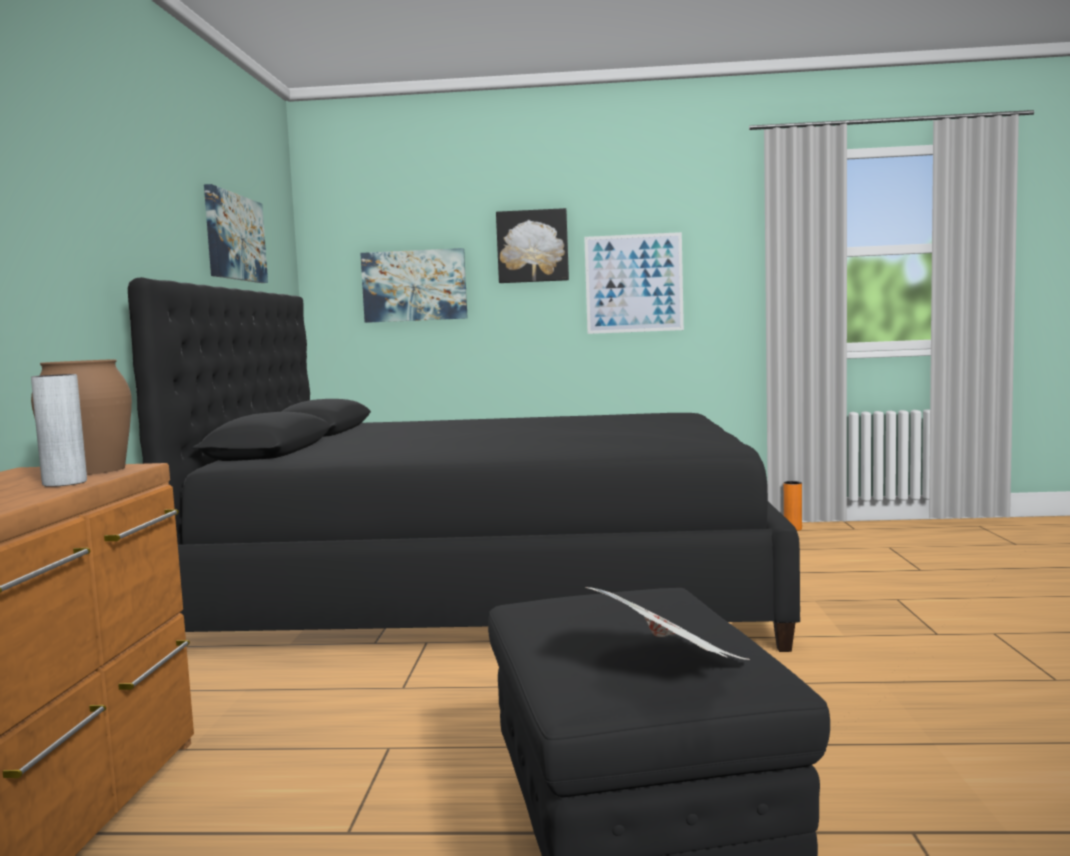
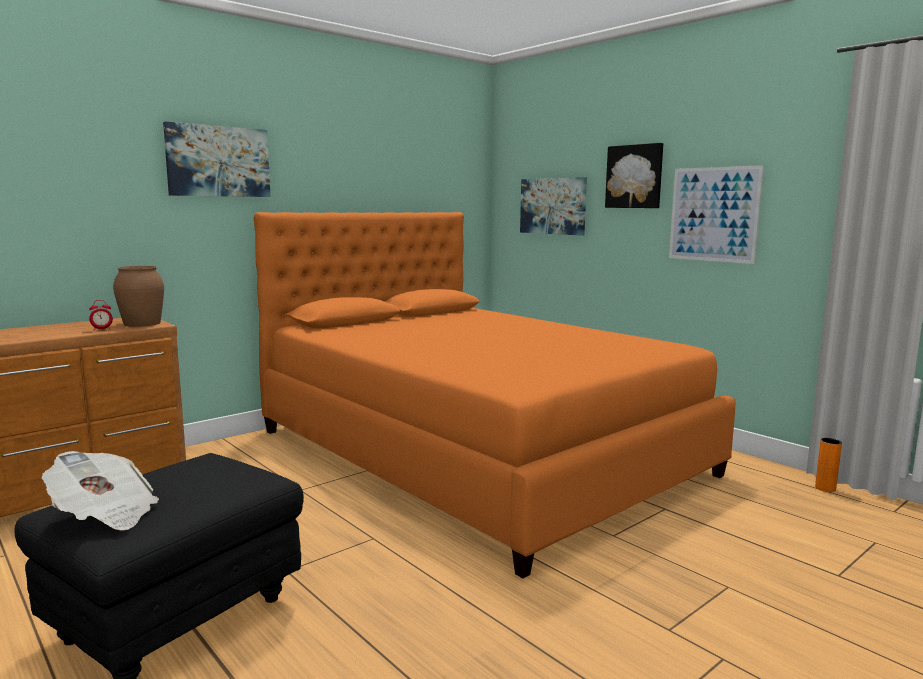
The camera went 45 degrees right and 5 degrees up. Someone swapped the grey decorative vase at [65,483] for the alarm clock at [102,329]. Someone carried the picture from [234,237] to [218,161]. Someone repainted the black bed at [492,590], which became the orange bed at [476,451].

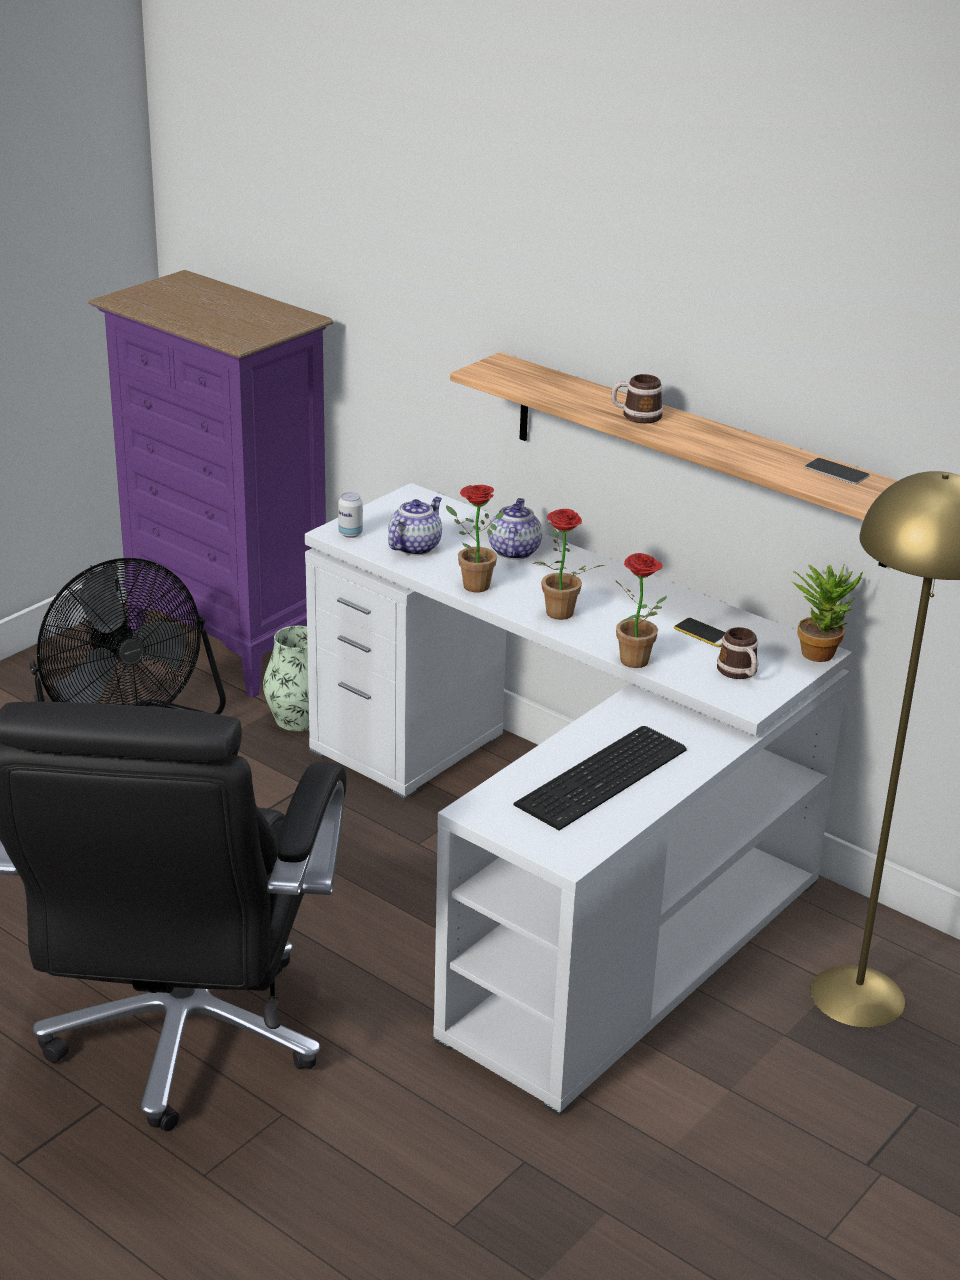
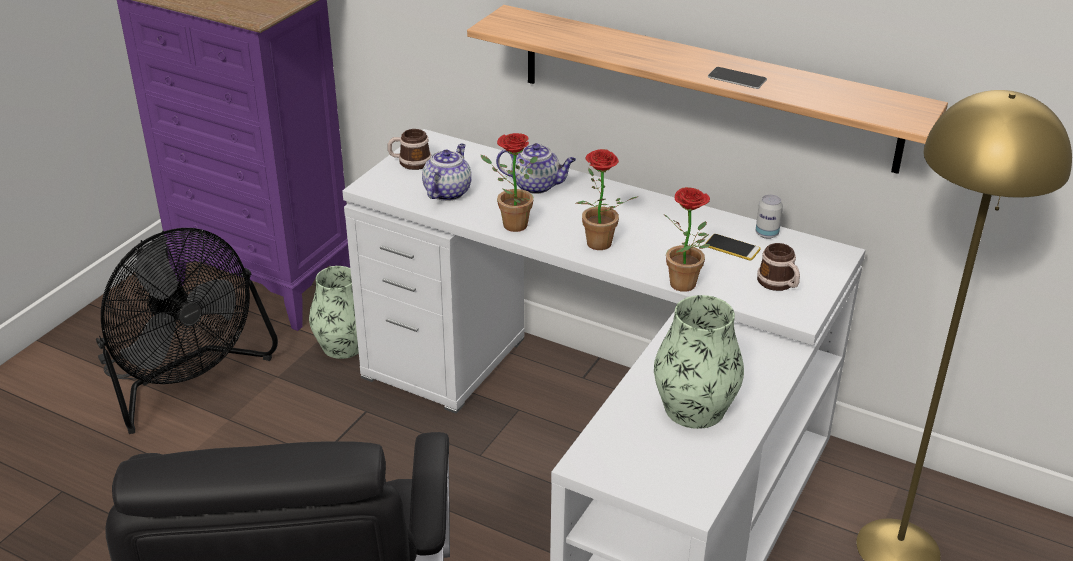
The camera went 10 degrees left and 5 degrees up. Someone carried the tea mug from [636,415] to [410,162]. Someone rotated the teapot at [513,551] by 105 degrees clockwise. Someone swapped the PC keyboard at [606,777] for the decorative vase at [694,408]. Someone carried the phone from [836,471] to [737,78]. Someone carried the can from [350,534] to [766,234]. Someone took away the houseplant at [820,651].

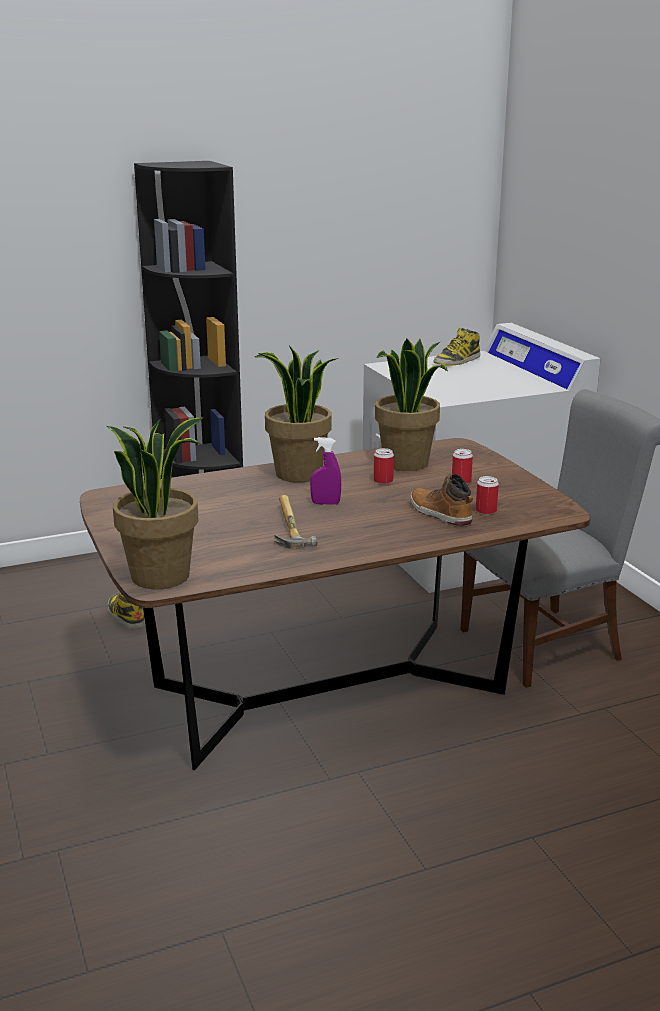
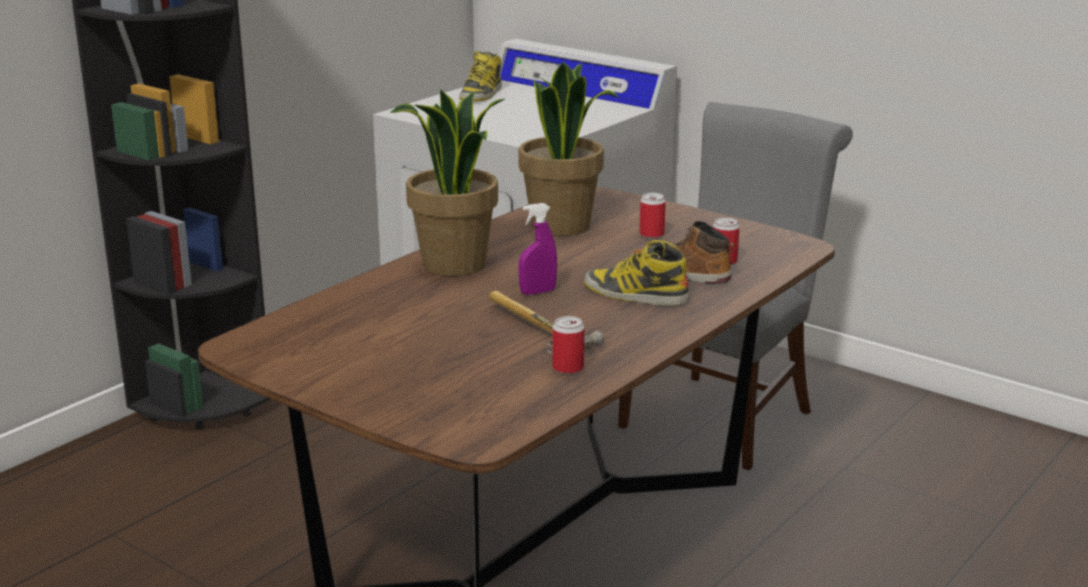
The camera went 30 degrees left and 0 degrees up. Someone carried the can from [383,481] to [568,368]. Someone carried the tall boot from [125,616] to [635,295]. Someone took away the houseplant at [161,576].

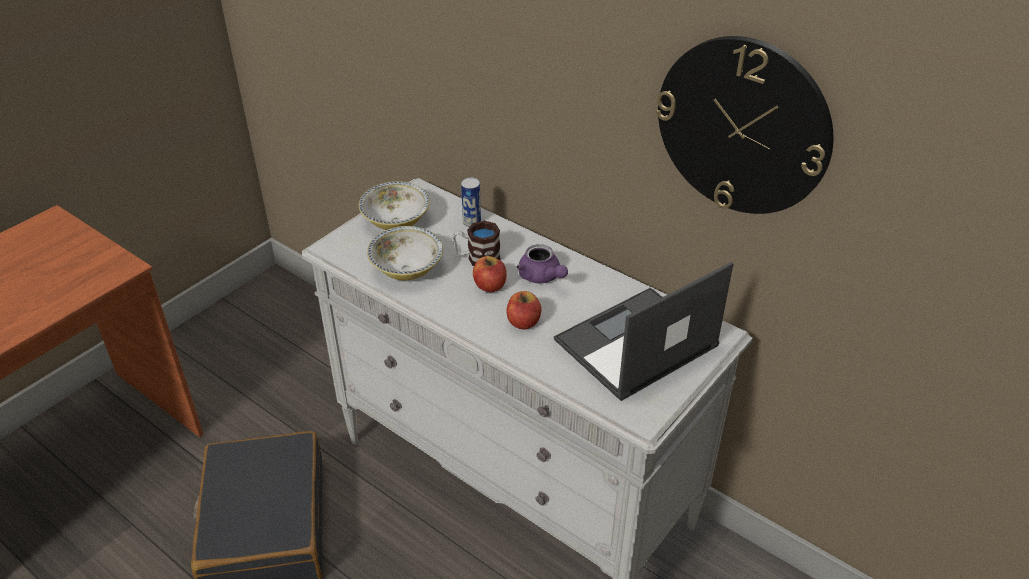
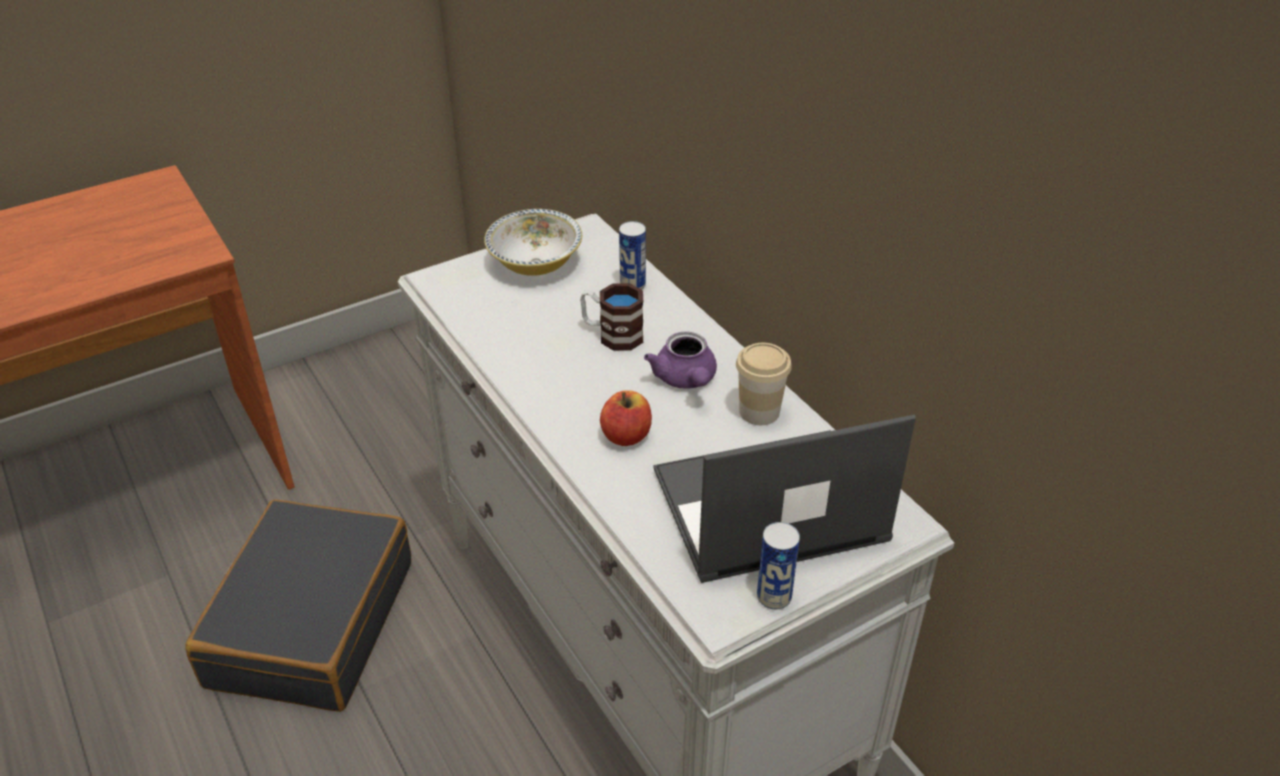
The camera went 20 degrees right and 0 degrees up. Someone put down the drinking cup at [759,411]. Someone put down the can at [774,597]. Someone took away the bowl at [407,269]. Someone took away the whole apple at [490,286]. Someone took away the hanging clock at [743,126].

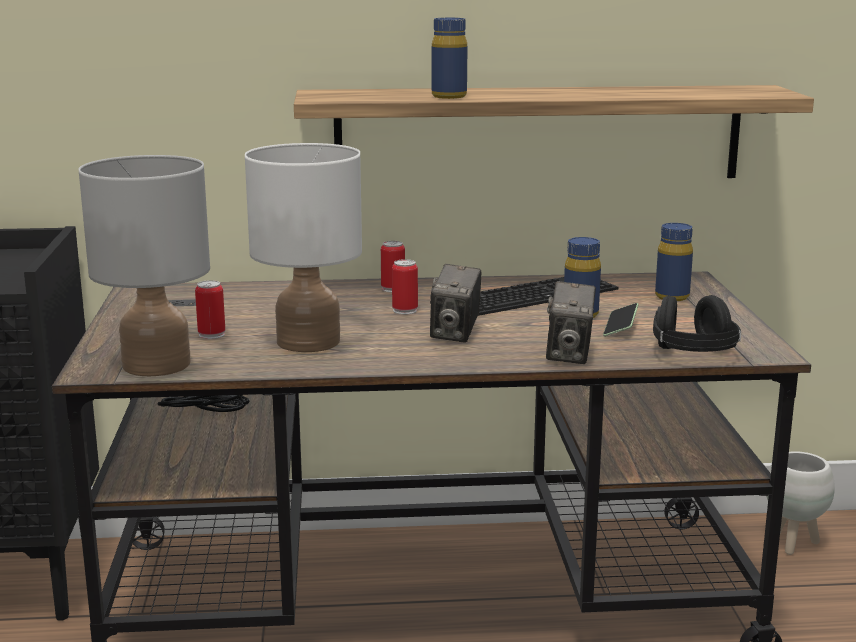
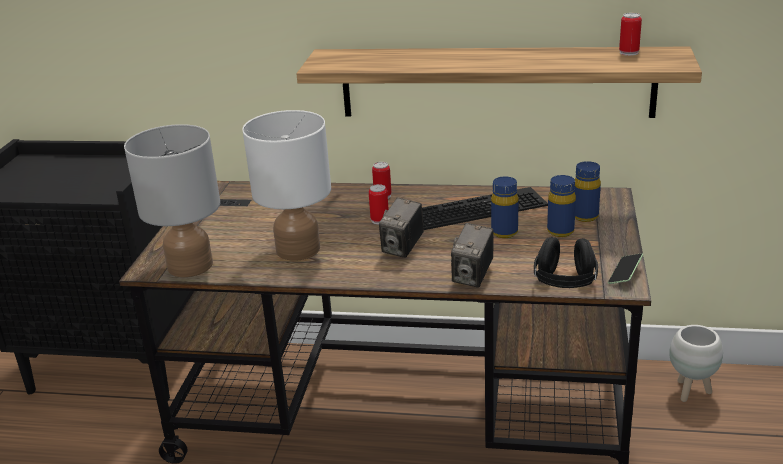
The camera went 15 degrees right and 10 degrees up. Someone carried the blue beverage bottle from [449,96] to [560,231]. Someone carried the phone from [620,328] to [625,275]. Someone carried the can from [211,334] to [629,52].

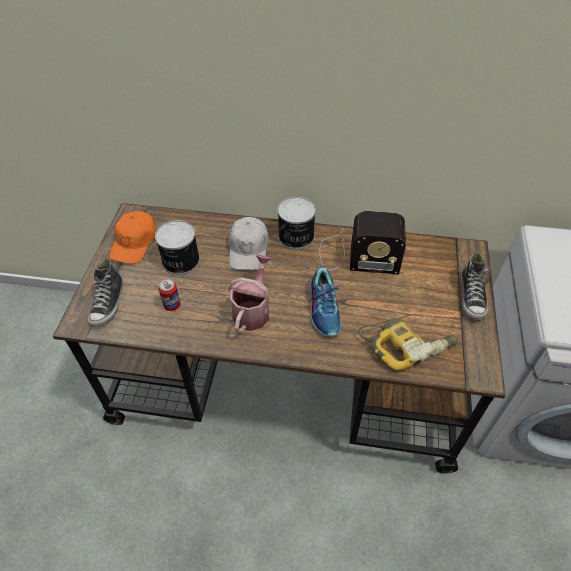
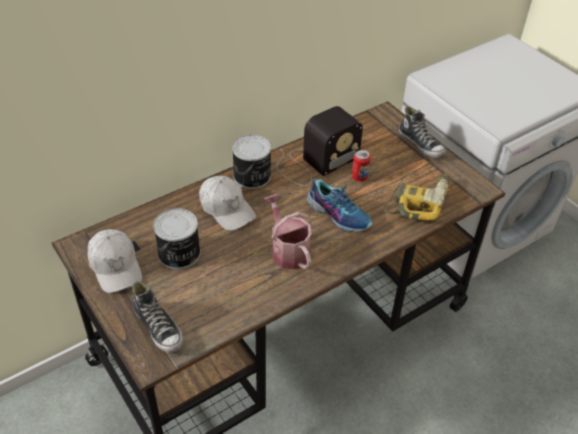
The camera went 45 degrees left and 5 degrees down. Someone repainted the orange cap at [135,243], which became the white cap at [115,266]. Someone carried the can from [172,305] to [359,177].

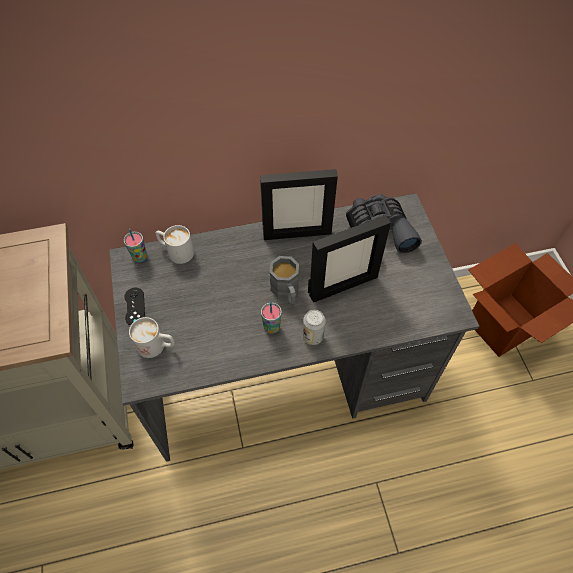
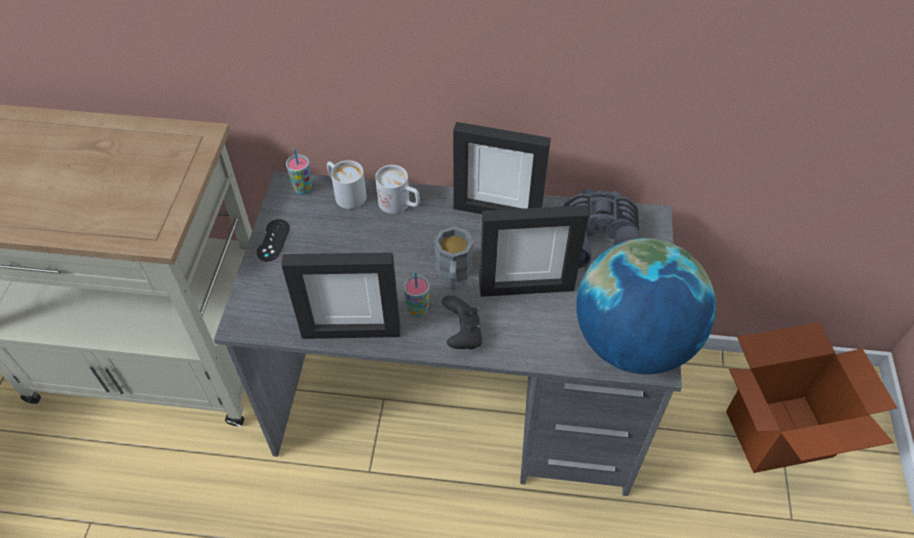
The camera went 20 degrees right and 5 degrees down. Someone put down the picture frame at [351,330]. Someone carried the white tea mug from [157,346] to [400,204]. Someone swapped the can at [313,336] for the black gamepad at [462,335]. Someone put down the world globe at [632,342].

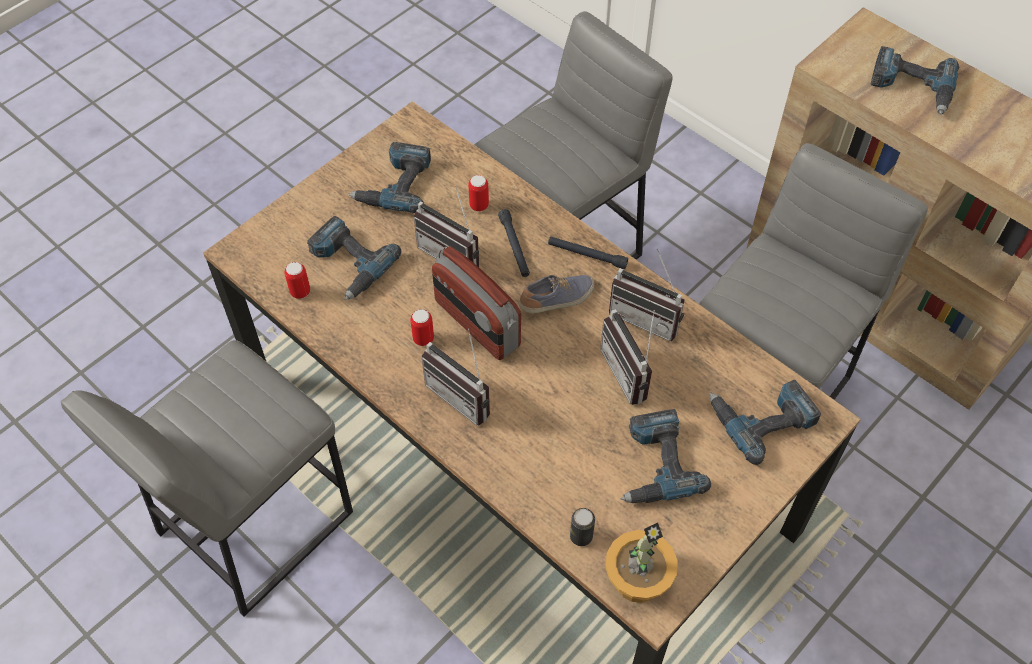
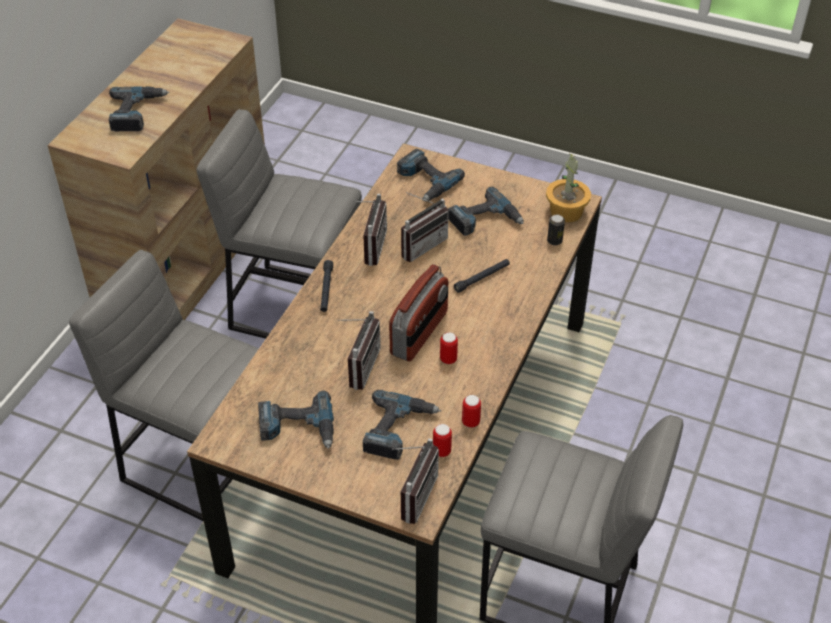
The camera went 110 degrees left and 10 degrees down. Someone carried the radio set from [464,395] to [412,495]. Someone carried the black torch from [514,247] to [482,278]. Someone carried the can from [479,205] to [470,422]. Someone took away the shoe at [557,300].

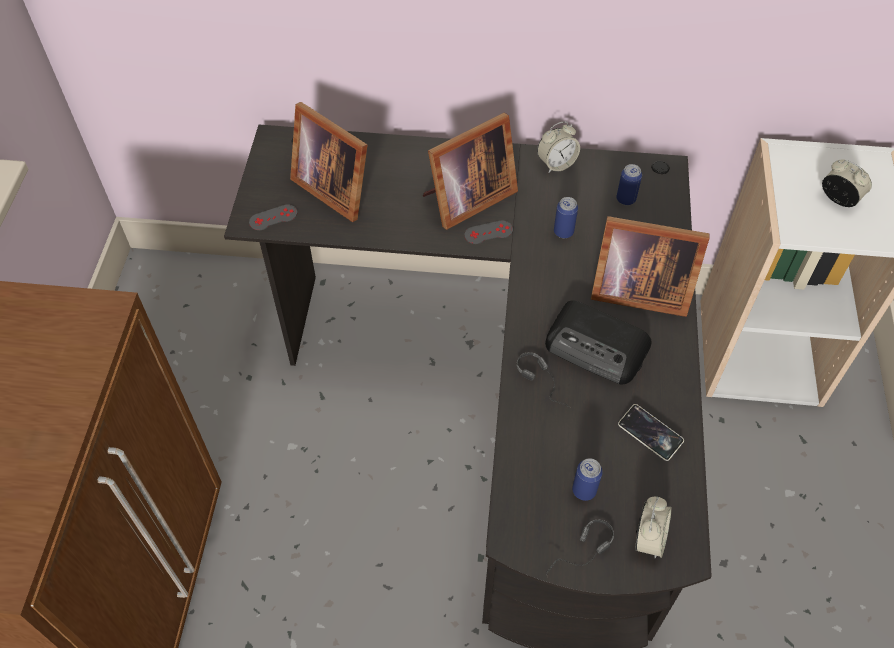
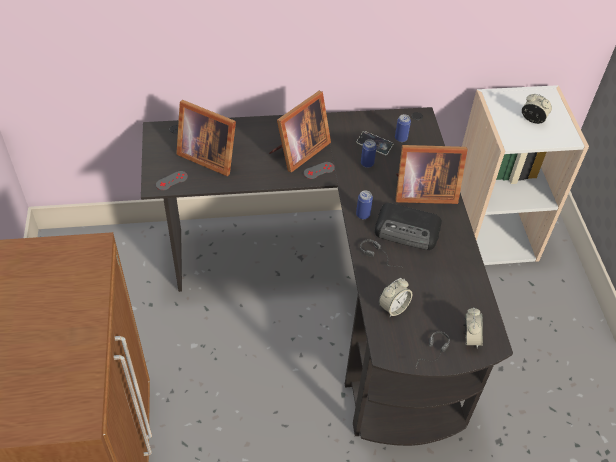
The camera went 15 degrees left and 5 degrees down. Someone carried the can from [584,490] to [363,215]. Someone carried the phone from [649,434] to [374,145]. Someone carried the alarm clock from [556,164] to [393,307].

